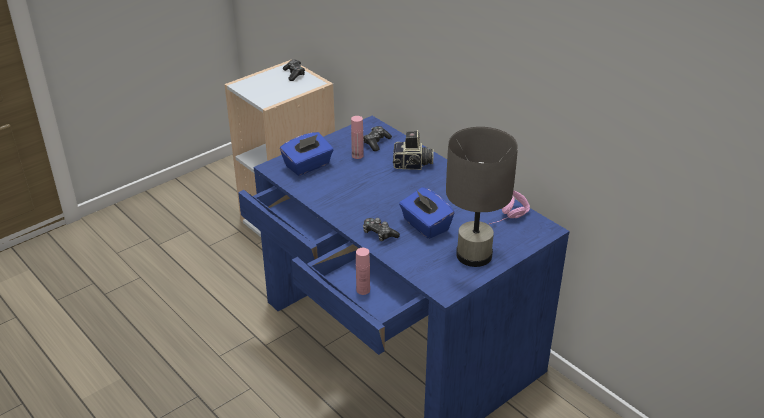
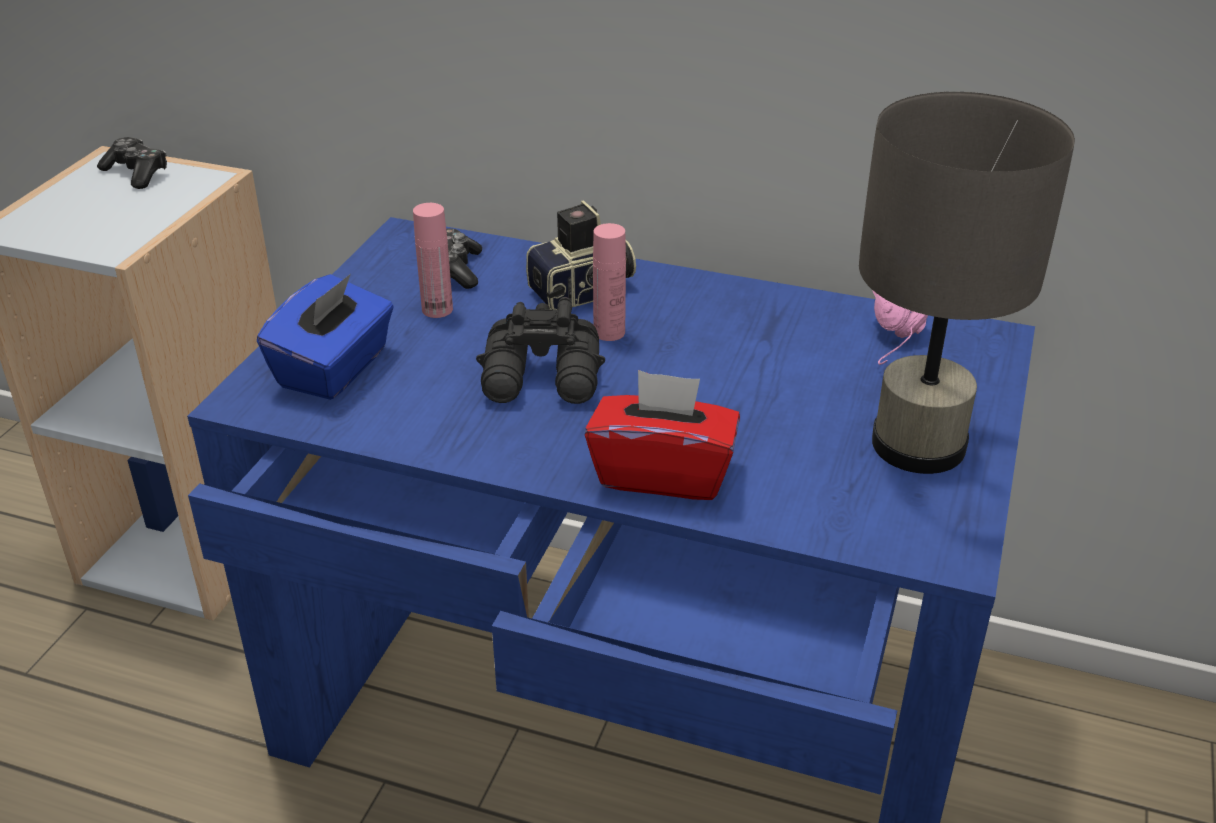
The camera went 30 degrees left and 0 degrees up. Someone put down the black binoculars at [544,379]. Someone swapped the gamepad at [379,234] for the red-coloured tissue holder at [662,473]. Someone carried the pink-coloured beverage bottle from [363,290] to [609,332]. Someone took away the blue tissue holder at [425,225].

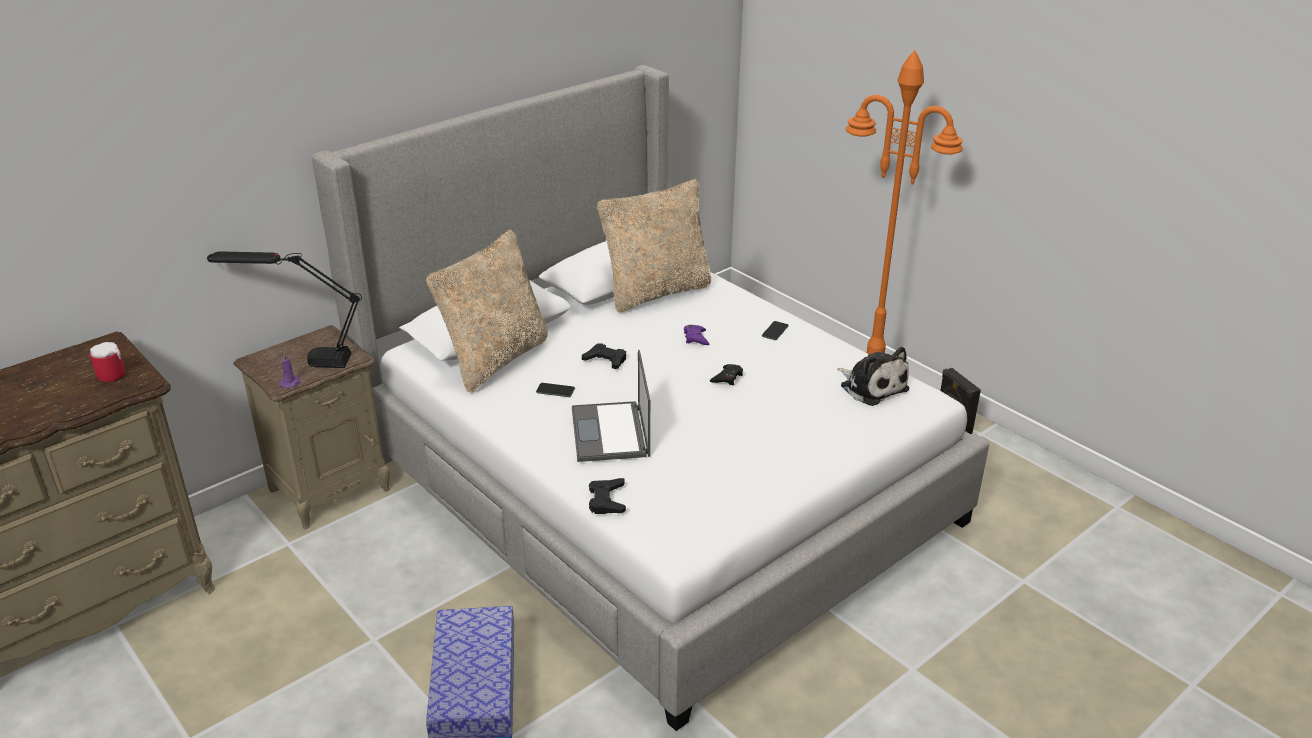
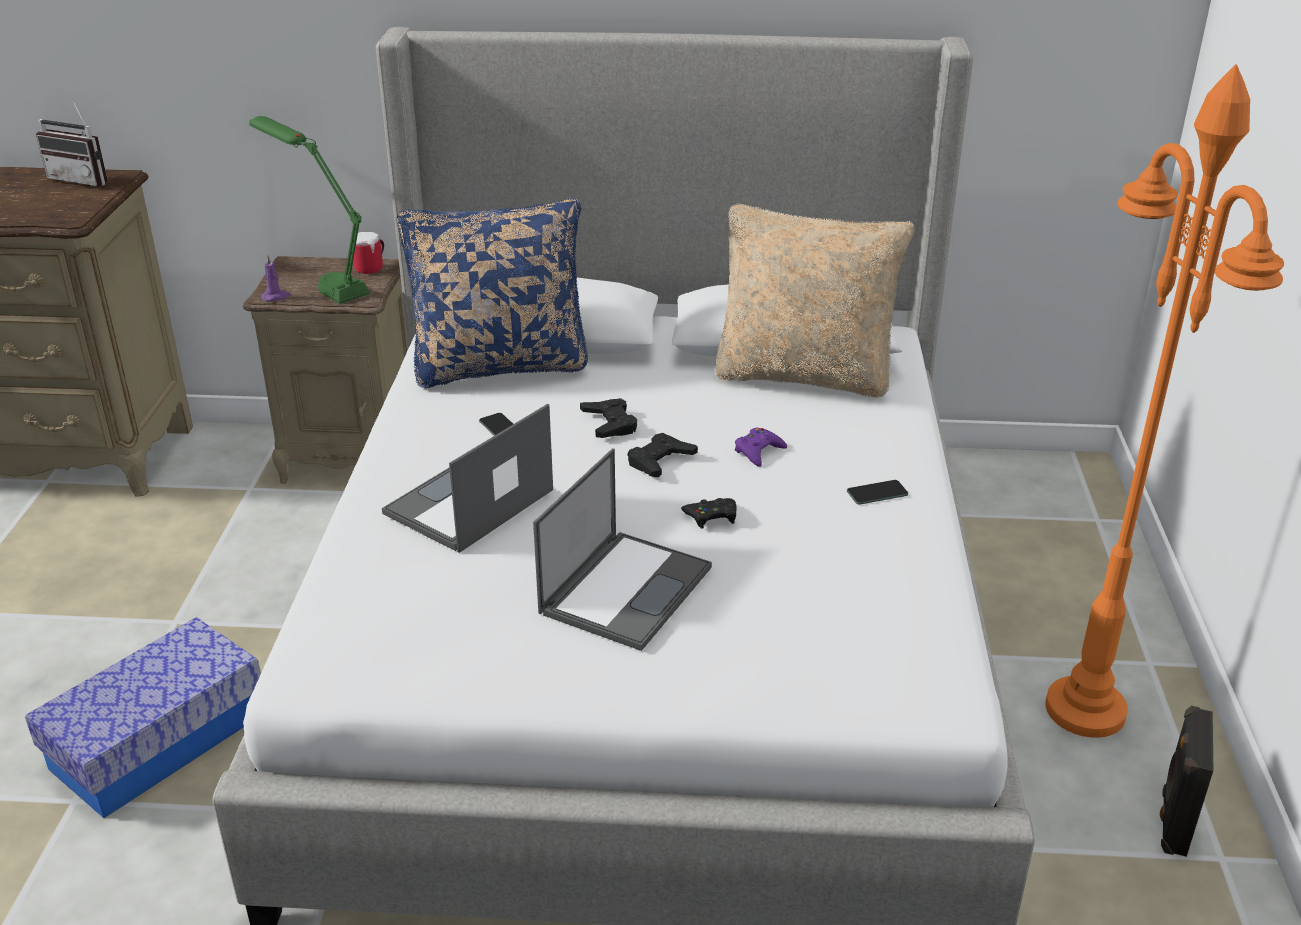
The camera went 45 degrees right and 0 degrees up. Someone put down the radio set at [84,179]. Someone repainted the black lamp for a table at [301,359], which became the green-coloured lamp for a table at [321,280]. Someone carried the tea mug from [114,373] to [373,267]. Someone repainted the sand-coloured throw pillow at [497,361], which became the blue throw pillow at [502,370]. Someone put down the portable computer at [626,588]. Someone carried the black gamepad from [607,500] to [660,461]. Someone took away the cuddly toy at [871,386].

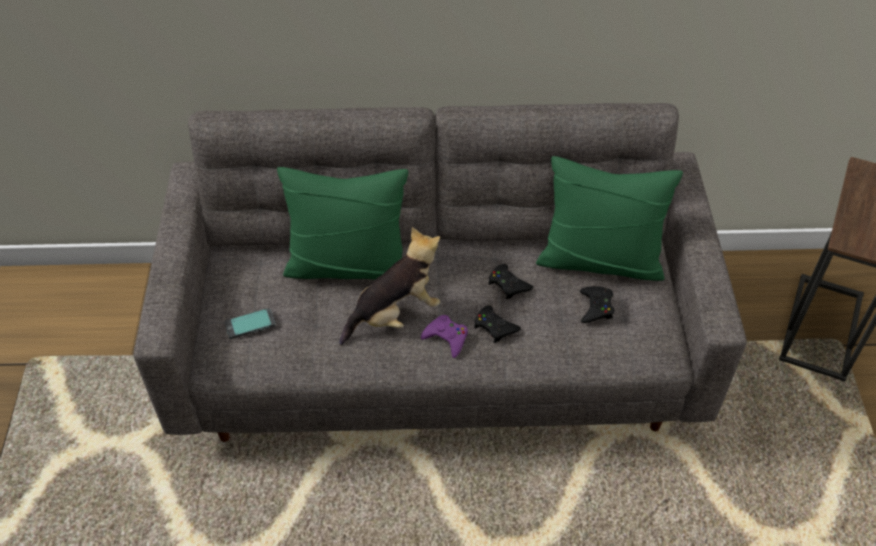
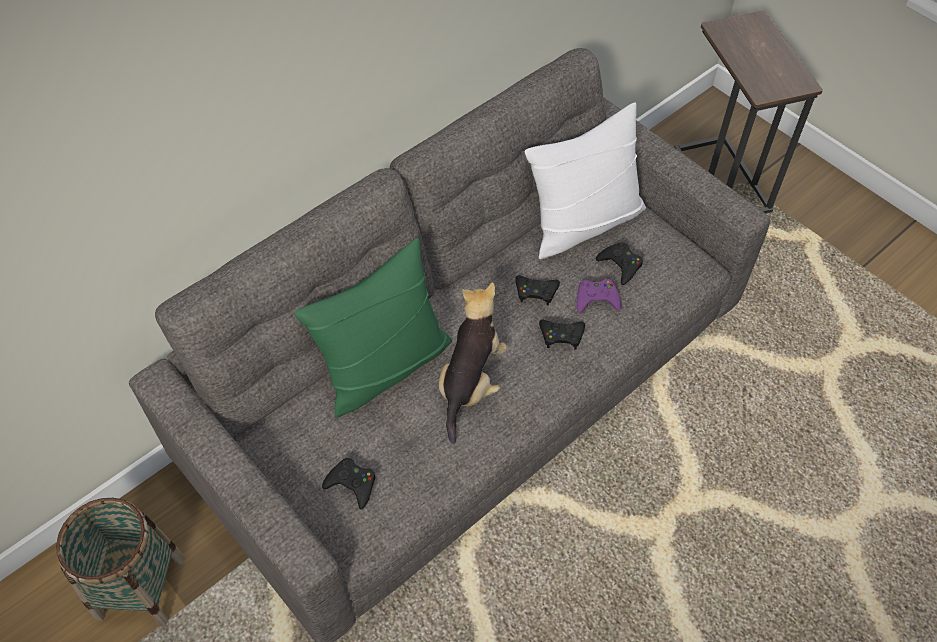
The camera went 40 degrees left and 5 degrees up. Someone put down the household basket at [140,587]. Someone swapped the phone at [250,324] for the black gamepad at [352,484]. Someone repainted the green-coloured throw pillow at [600,260], which became the white throw pillow at [583,223]. Someone carried the purple gamepad from [446,338] to [596,299].

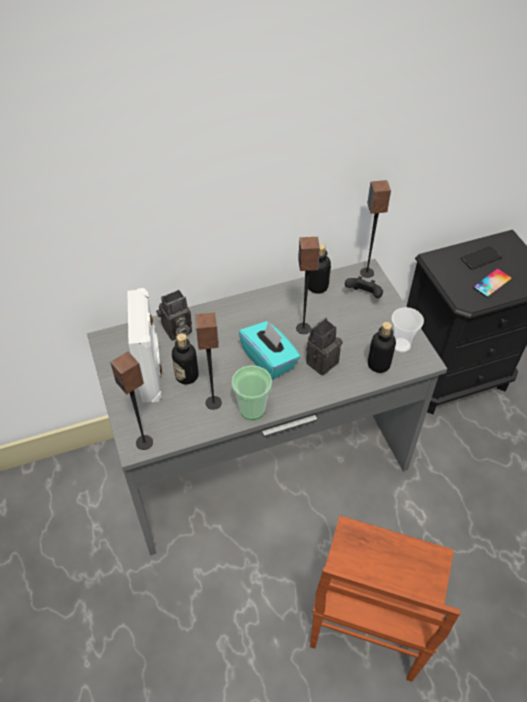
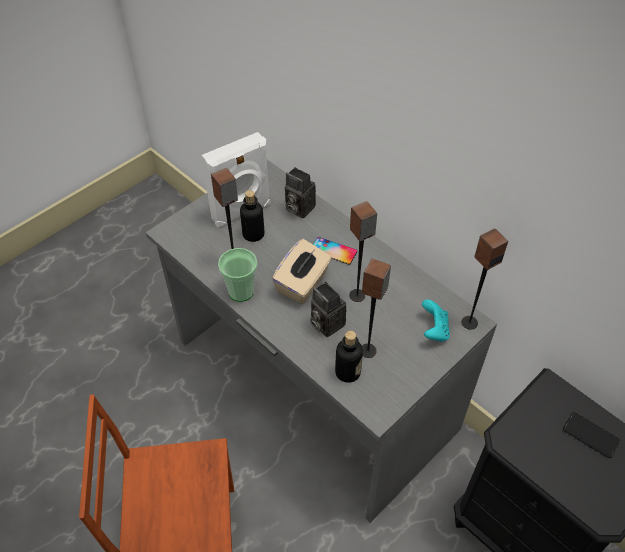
The camera went 65 degrees right and 0 degrees up. Someone repainted the blue-green tissue holder at [269,360], which became the sand-coloured tissue holder at [303,283]. Someone rotated the photo camera at [321,360] by 150 degrees counterclockwise. Someone carried the phone from [492,283] to [333,251]. Someone carried the audio speaker from [145,442] to [368,351]. Someone repainted the black gamepad at [364,295], which became the blue-green gamepad at [434,330]. Someone took away the beverage bottle at [317,286]. Someone took away the drinking cup at [401,345].

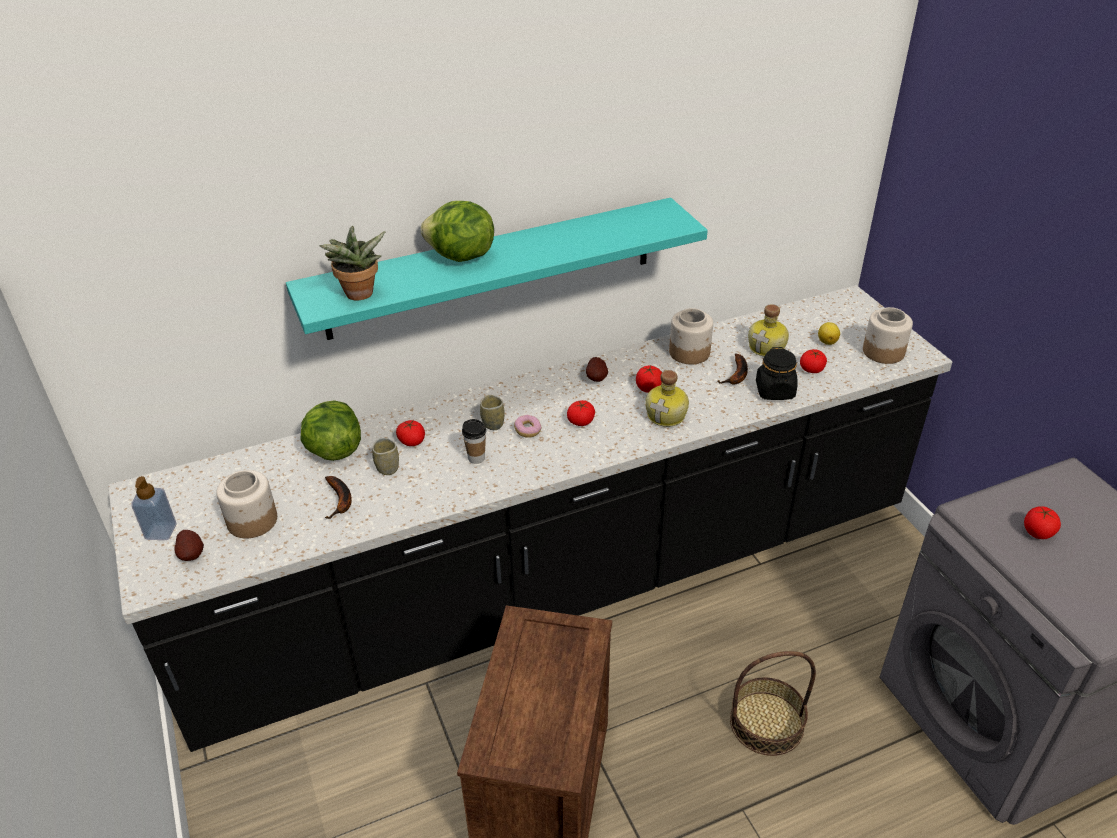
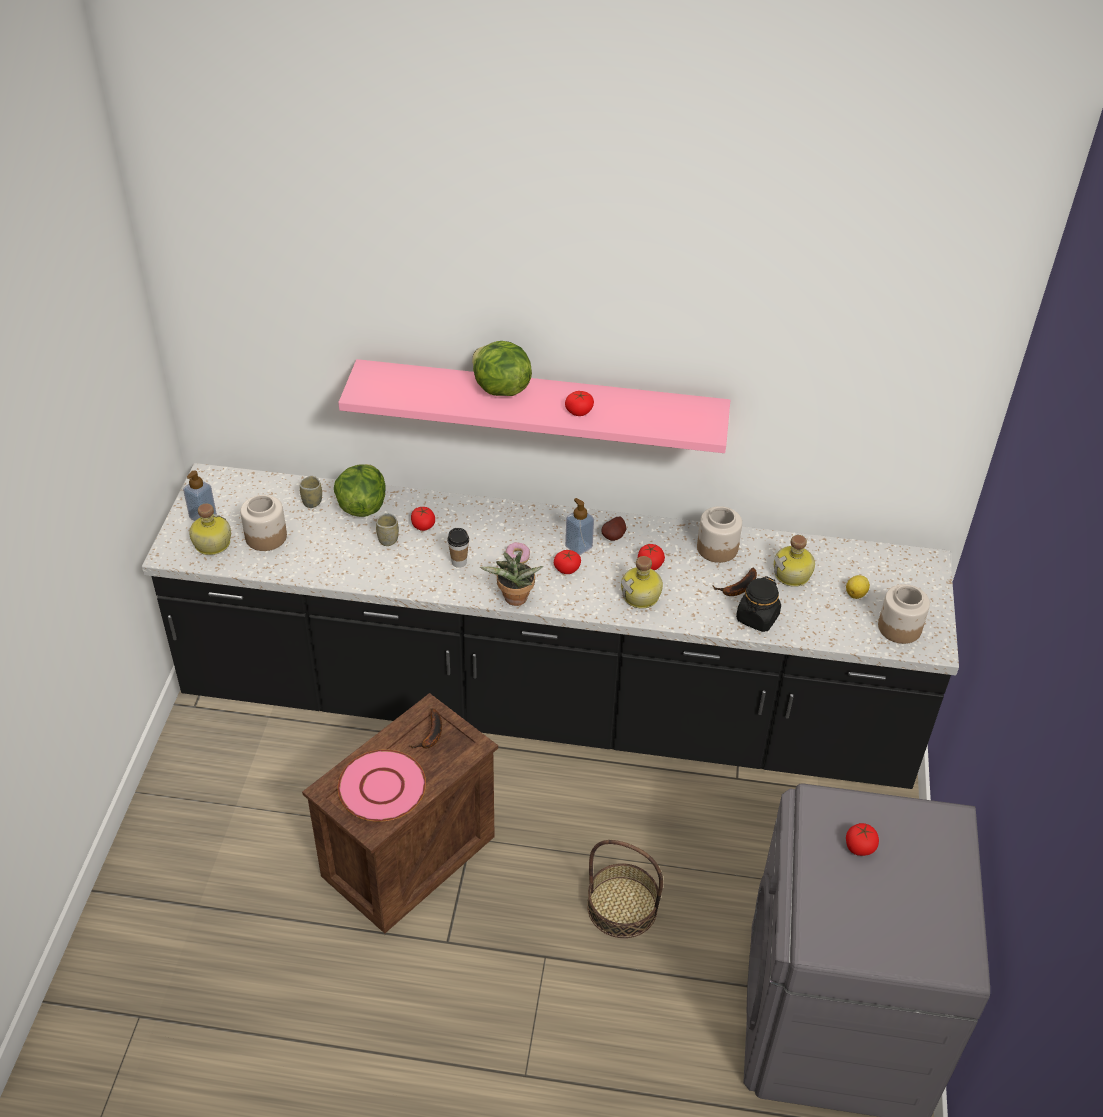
The camera went 30 degrees right and 5 degrees up. Someone swapped the whole potato at [192,554] for the beverage bottle at [211,544]. Someone carried the drinking cup from [493,424] to [312,502]. Someone repainted the blue-green wall shelf at [492,268], which became the pink-coloured wall shelf at [540,405]. Someone put down the pink-coloured flat dish at [382,787]. Someone carried the banana fruit from [340,500] to [431,735]. Someone carried the houseplant from [359,296] to [514,600]. Someone carried the tomato from [812,369] to [579,411]. Someone put down the soap bottle at [578,547].

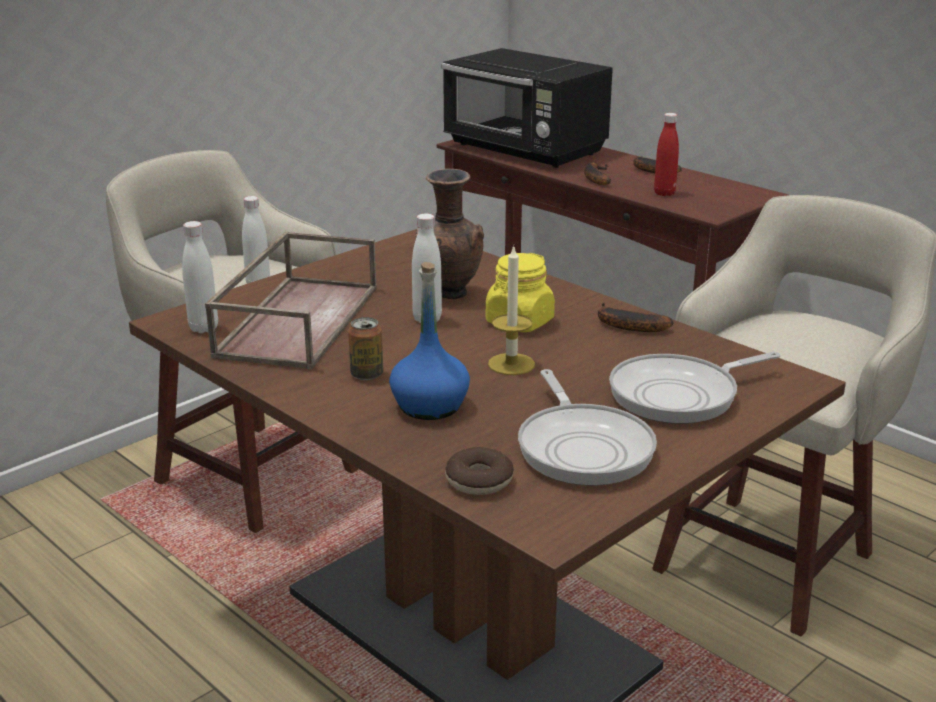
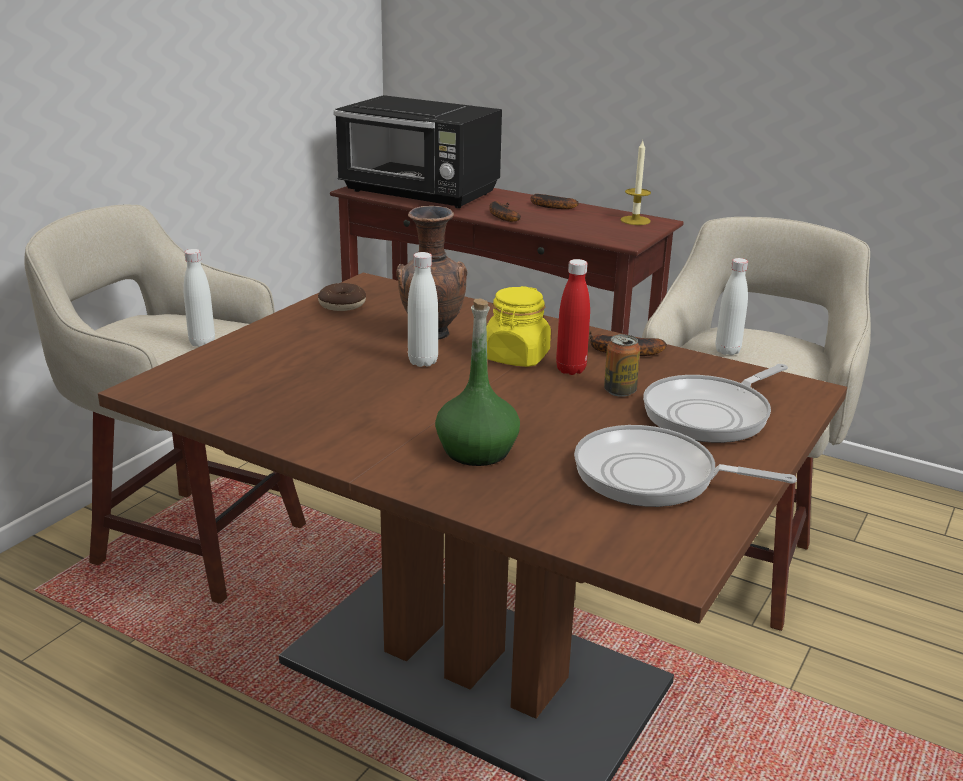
The camera went 15 degrees left and 0 degrees up. Someone carried the donut from [479,481] to [342,305]. Someone repainted the blue beverage bottle at [430,406], which became the green-coloured beverage bottle at [477,451]. Someone carried the red-coloured beverage bottle from [664,193] to [570,369]. Someone rotated the pan at [583,448] by 135 degrees clockwise. Someone carried the can from [367,374] to [619,391]. Someone carried the candle from [511,364] to [635,220]. Someone carried the white beverage bottle from [204,328] to [727,351]. Someone took away the brown carrying tray at [297,319].

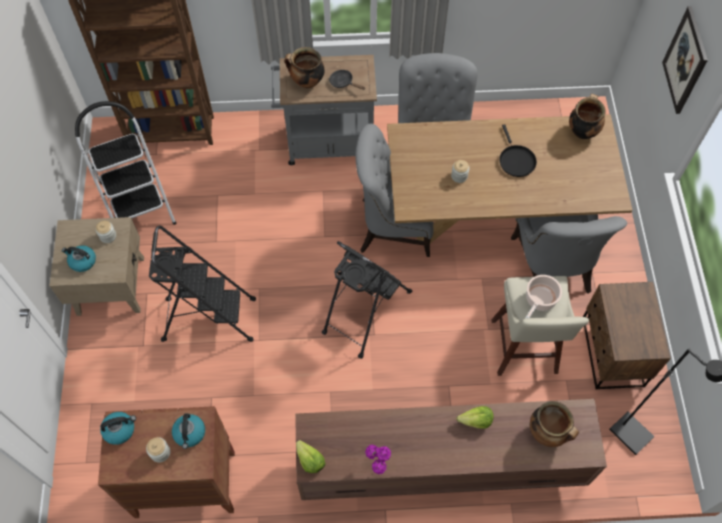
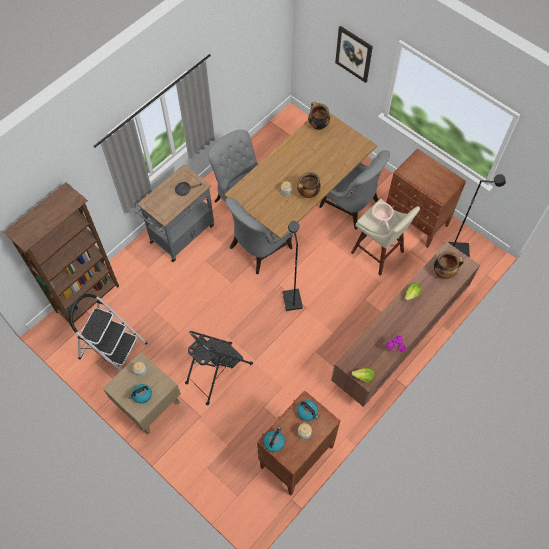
The camera went 45 degrees left and 0 degrees up. Someone swapped the step stool at [366,312] for the black floor lamp at [291,300]. Someone carried the stockpot from [306,82] to [308,194]. Someone swapped the brown night table at [611,352] for the brown drawer chest at [415,222]. Someone took away the black pan at [516,160].

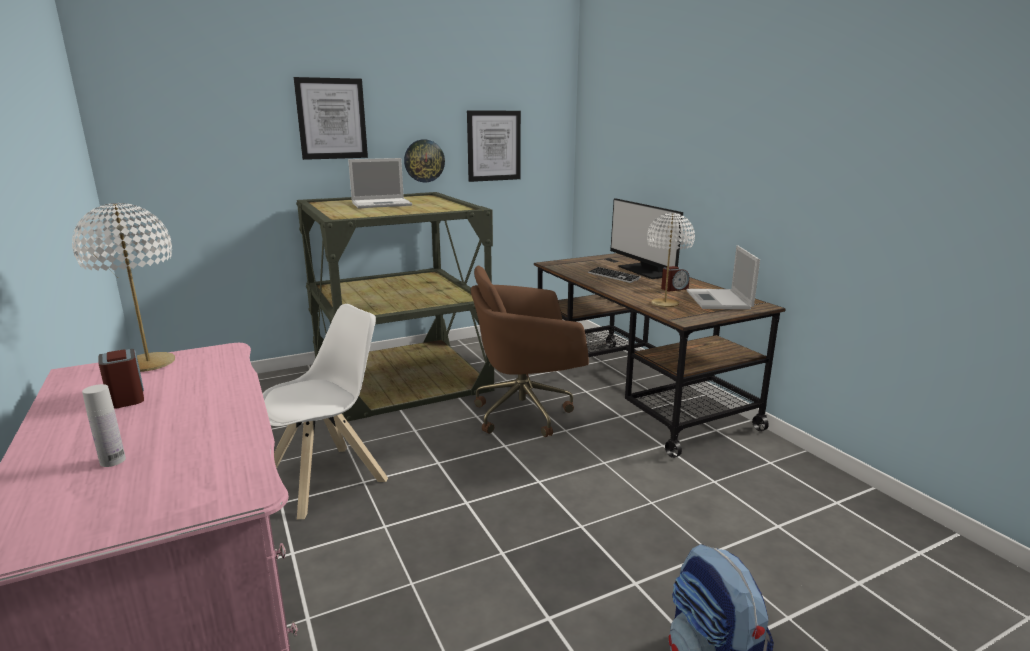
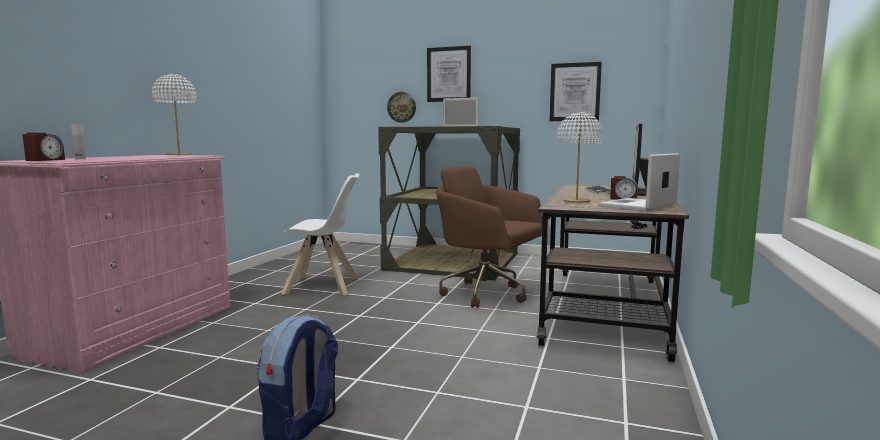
The camera went 45 degrees right and 10 degrees down. Someone carried the alarm clock from [126,396] to [45,160]. Someone carried the hanging clock from [424,161] to [401,107].

